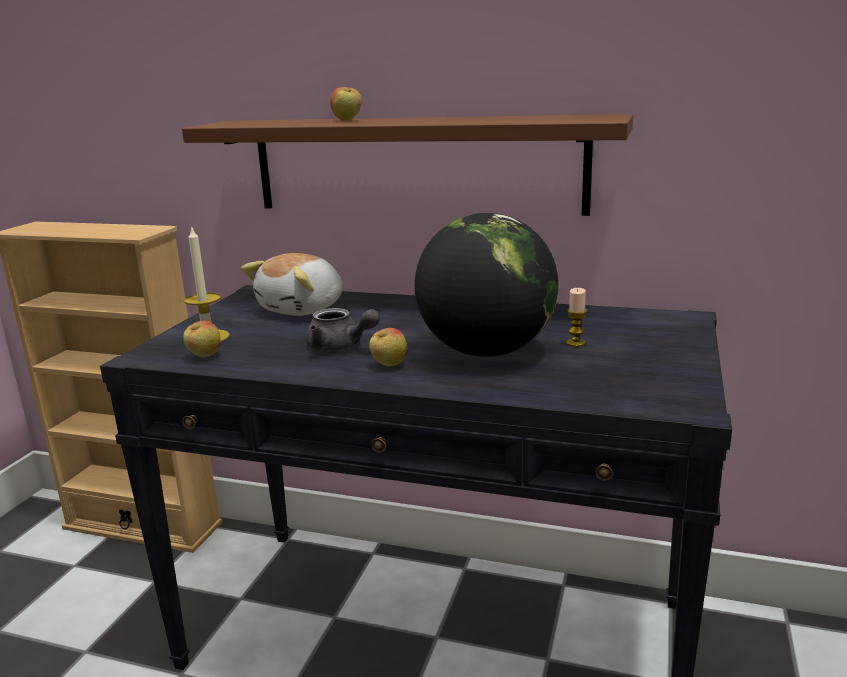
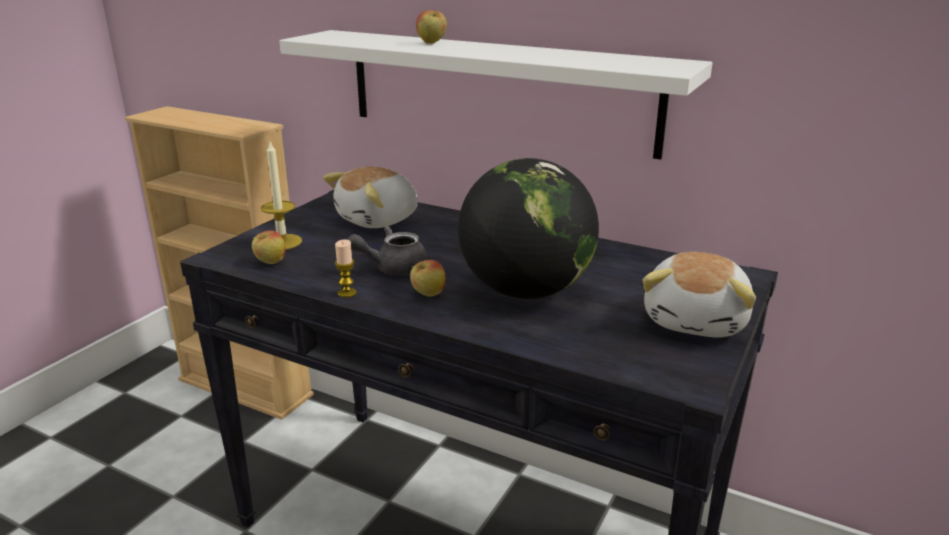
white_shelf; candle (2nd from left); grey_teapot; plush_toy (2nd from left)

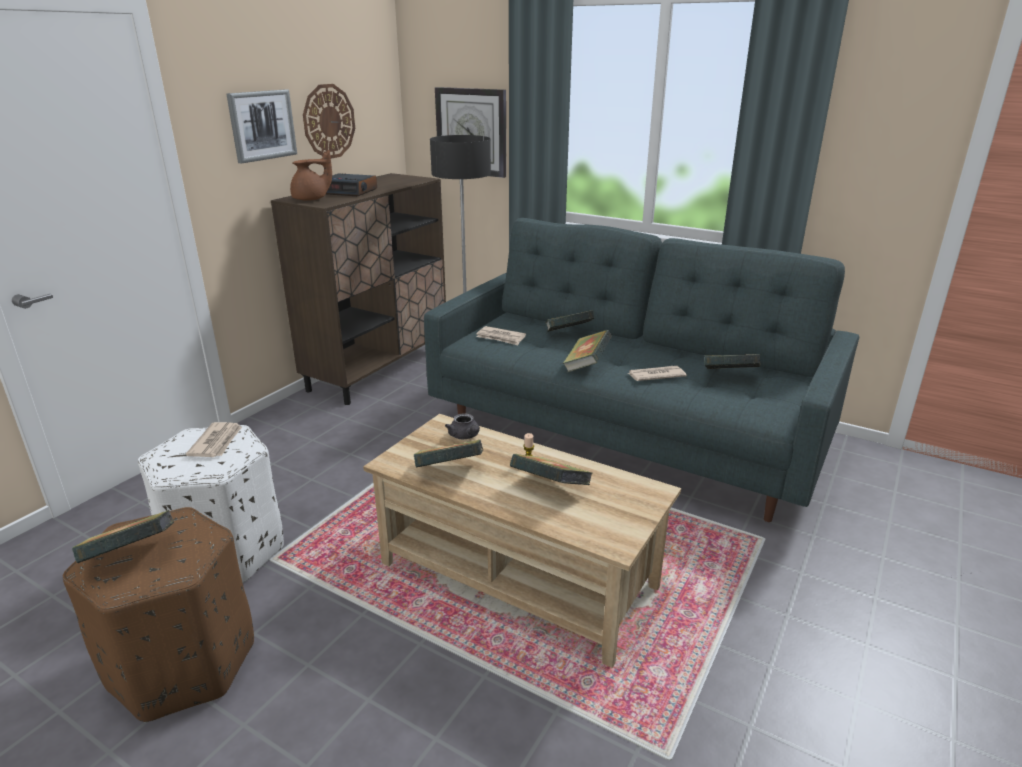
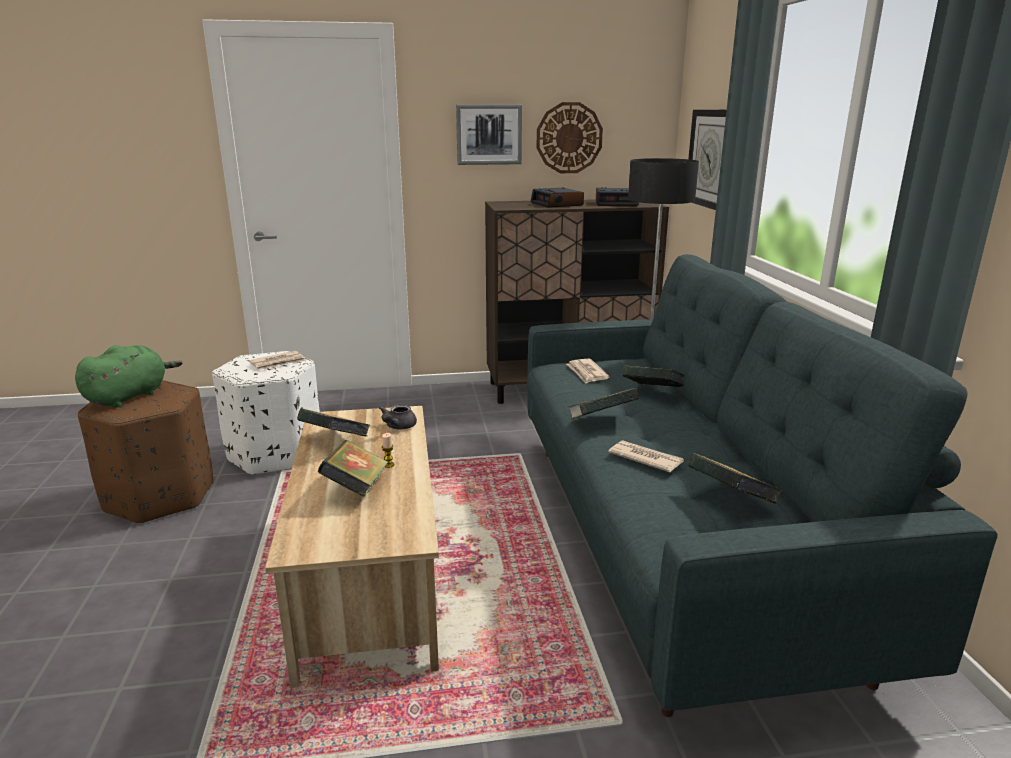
green_plush_toy; alarm_clock (2nd from left); brown_teapot

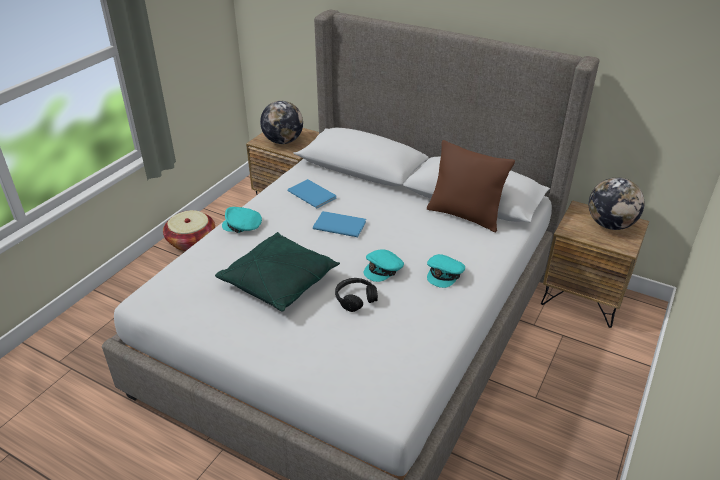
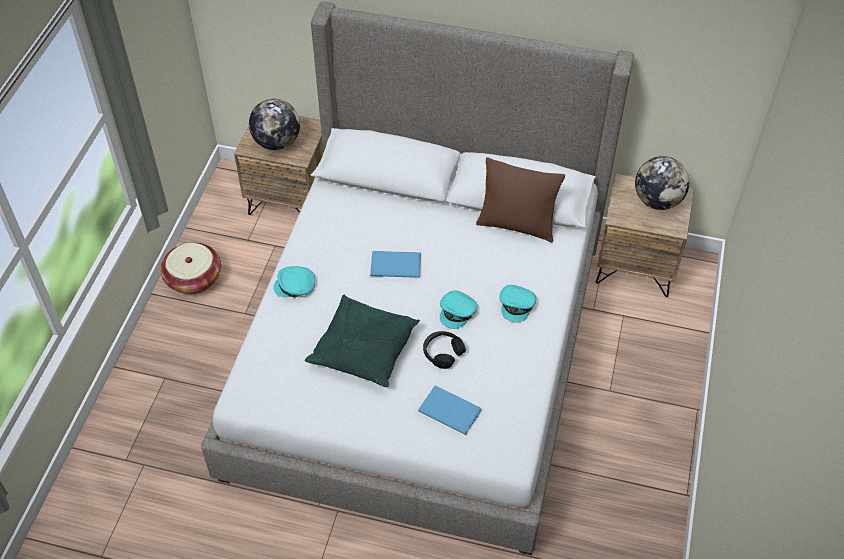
blue_book (2nd from left)

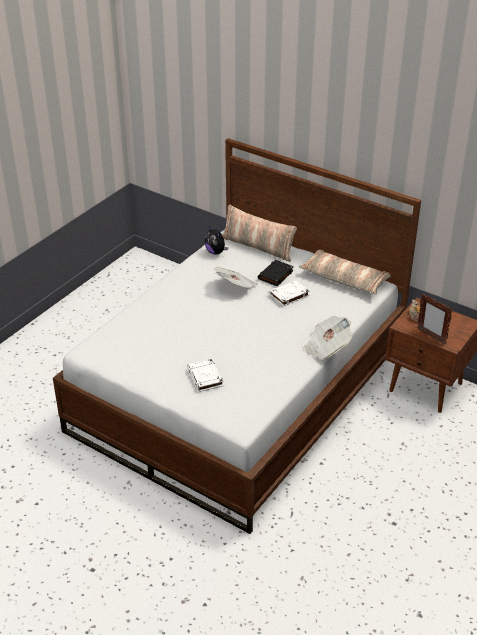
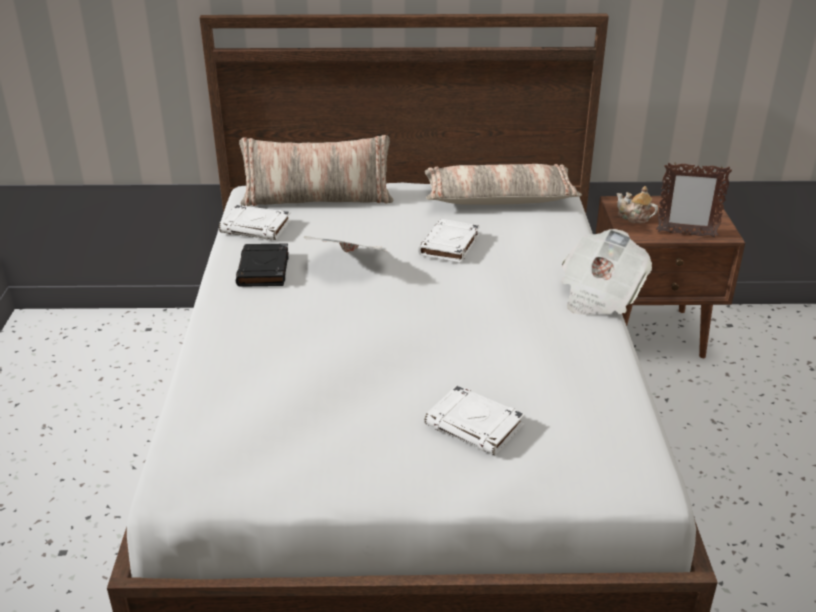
white_book (1st from left); black_book

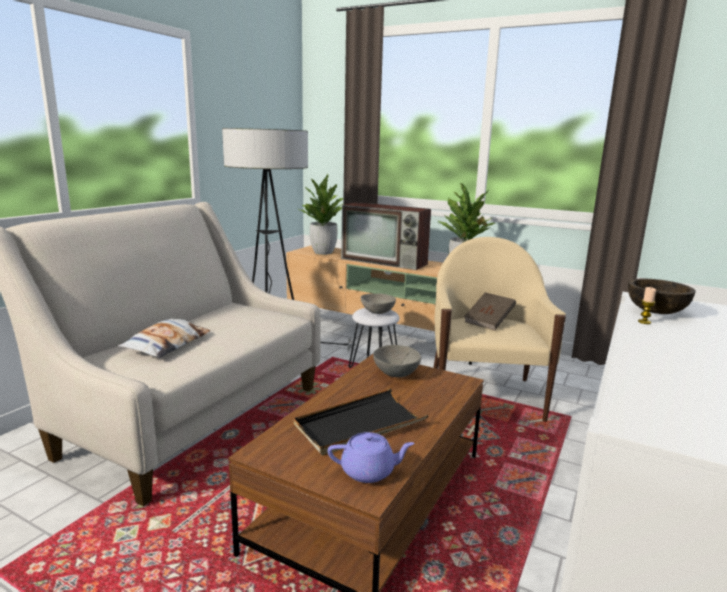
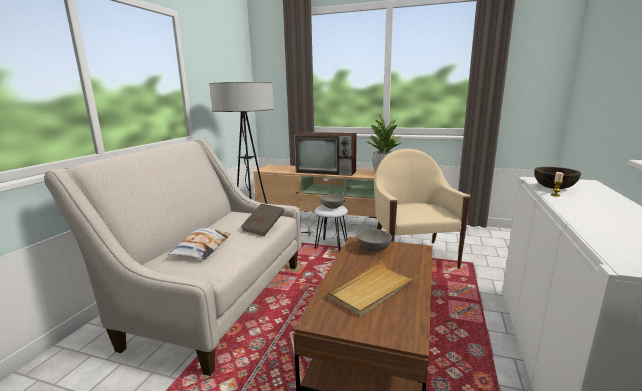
brown_book; beige_tray; potted_plant (1st from left in the first image); purple_teapot

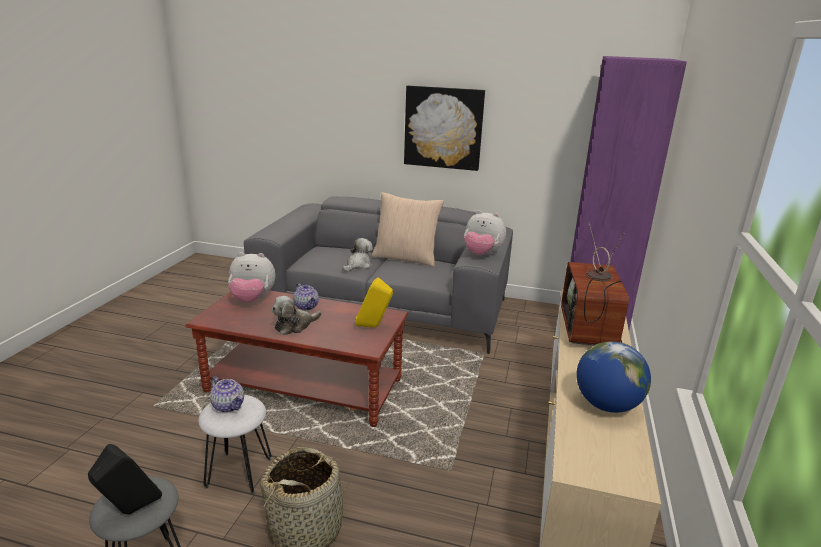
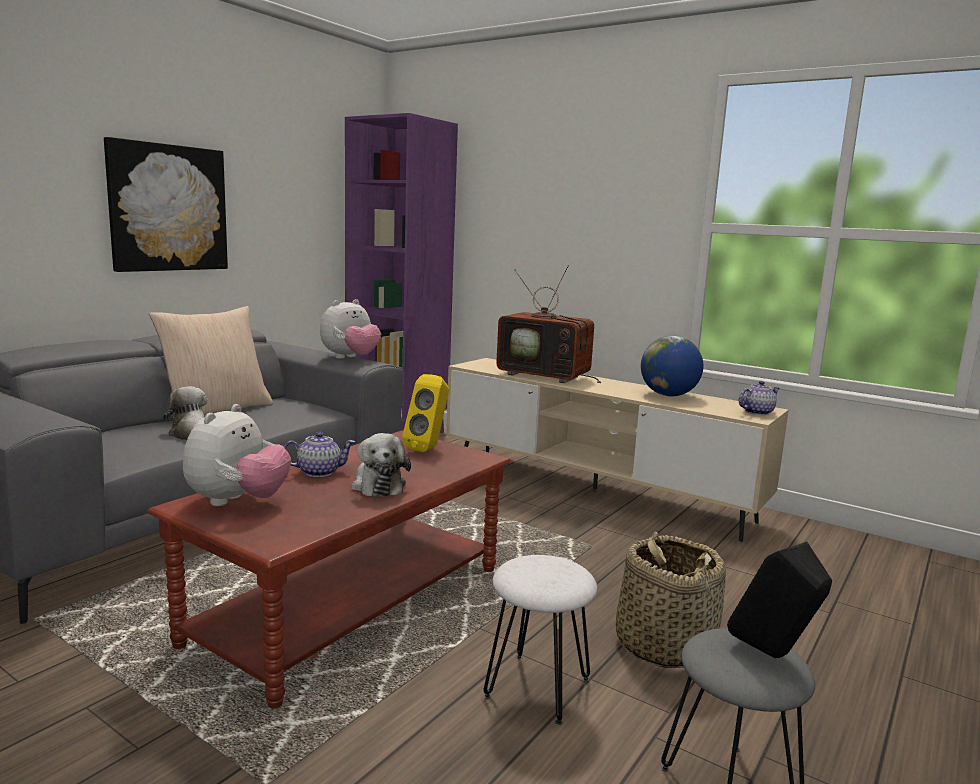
teapot (2nd from left)

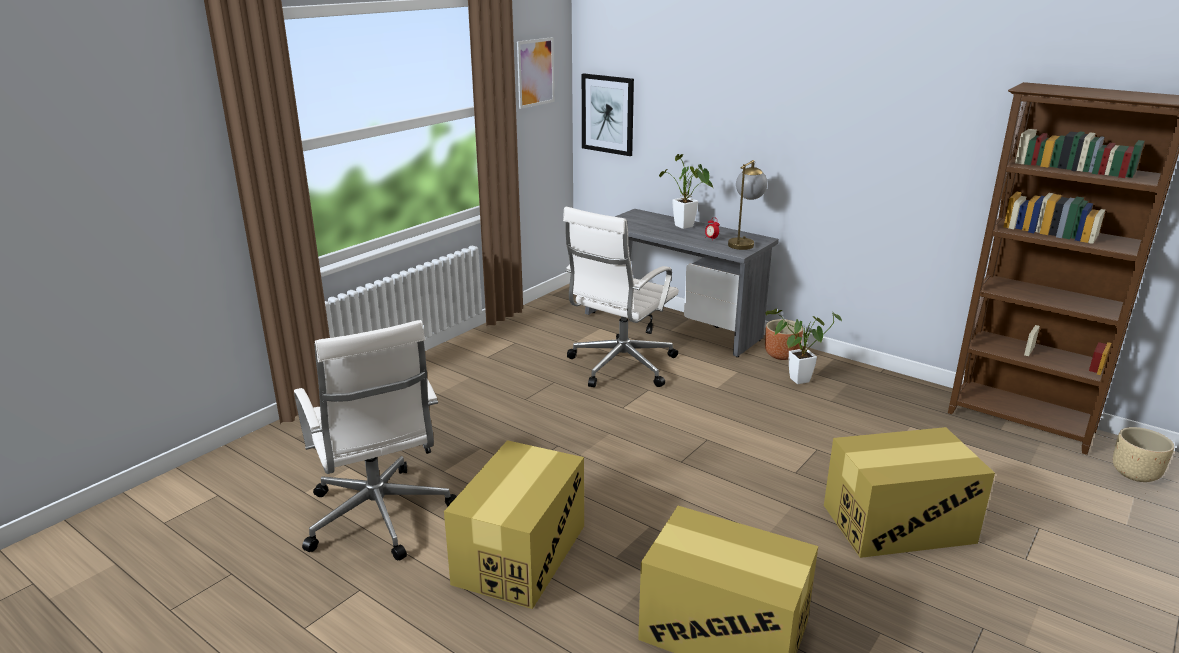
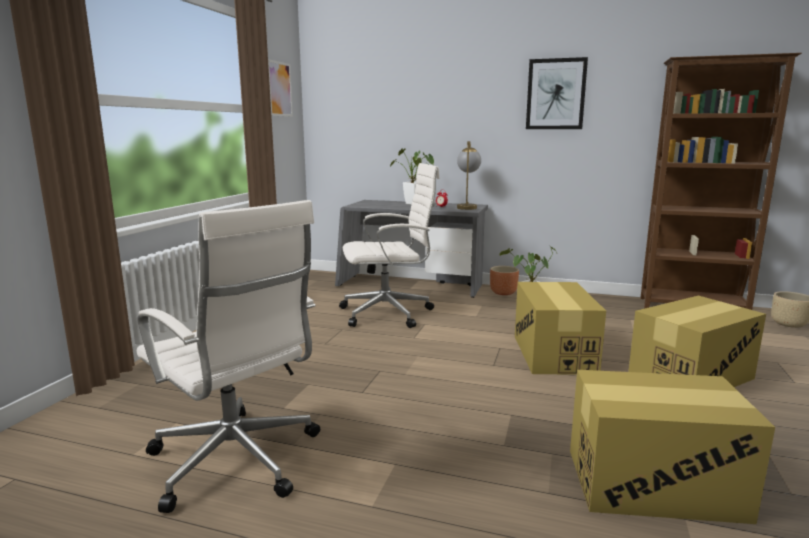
white_office_chair (2nd from left); cardboard_box (1st from left); picture (2nd from left)

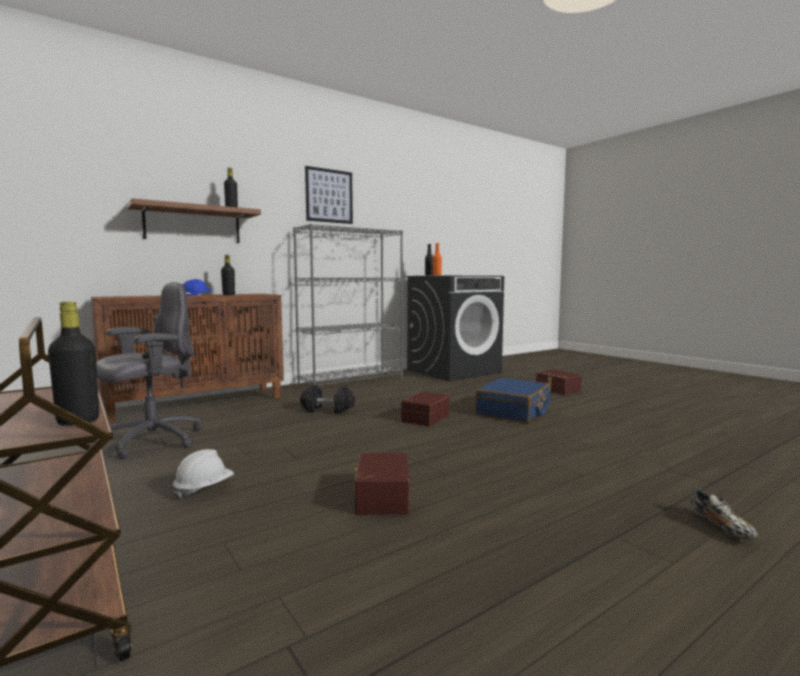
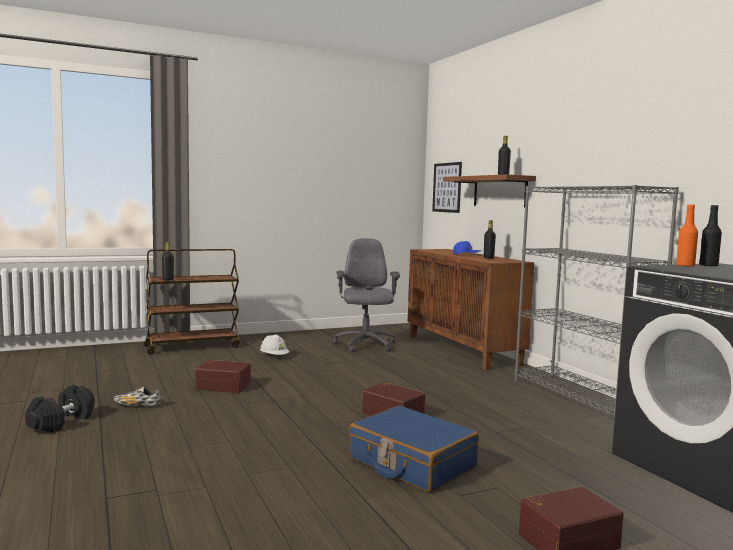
black_dumbbell; shoe; grey_office_chair; picture

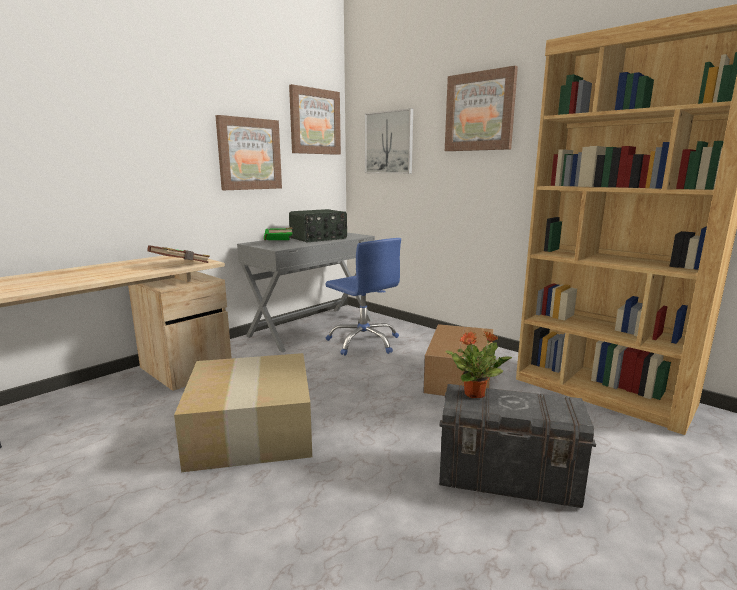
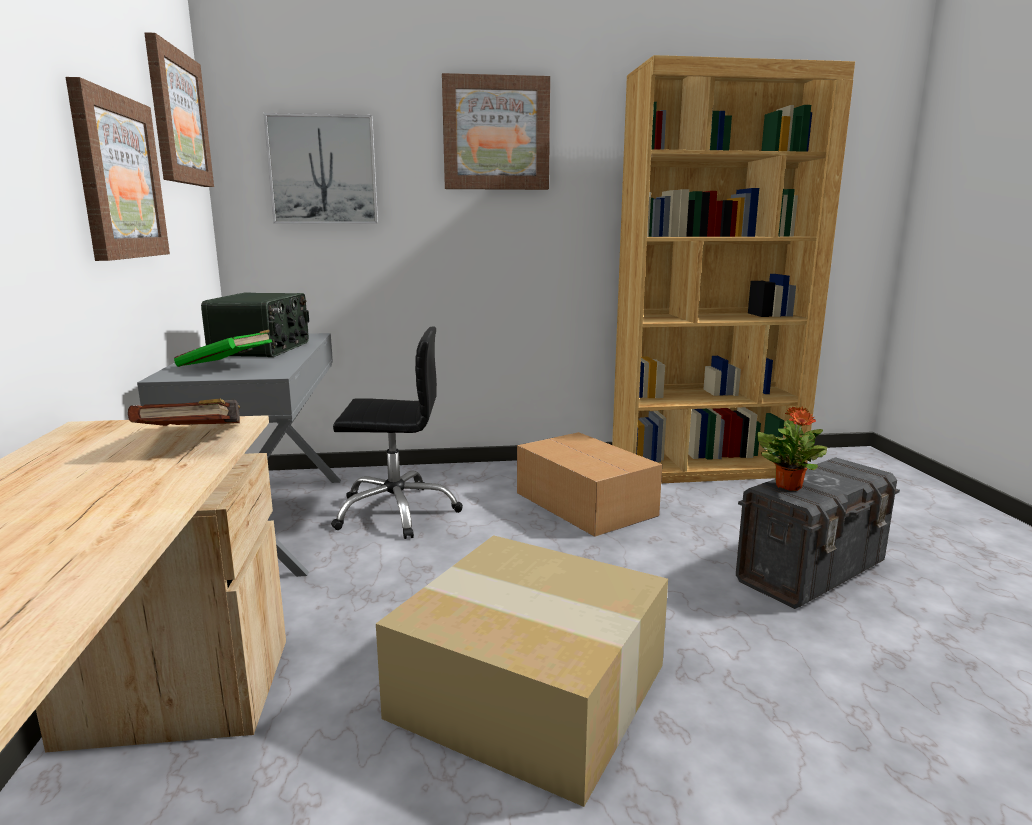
black_office_chair

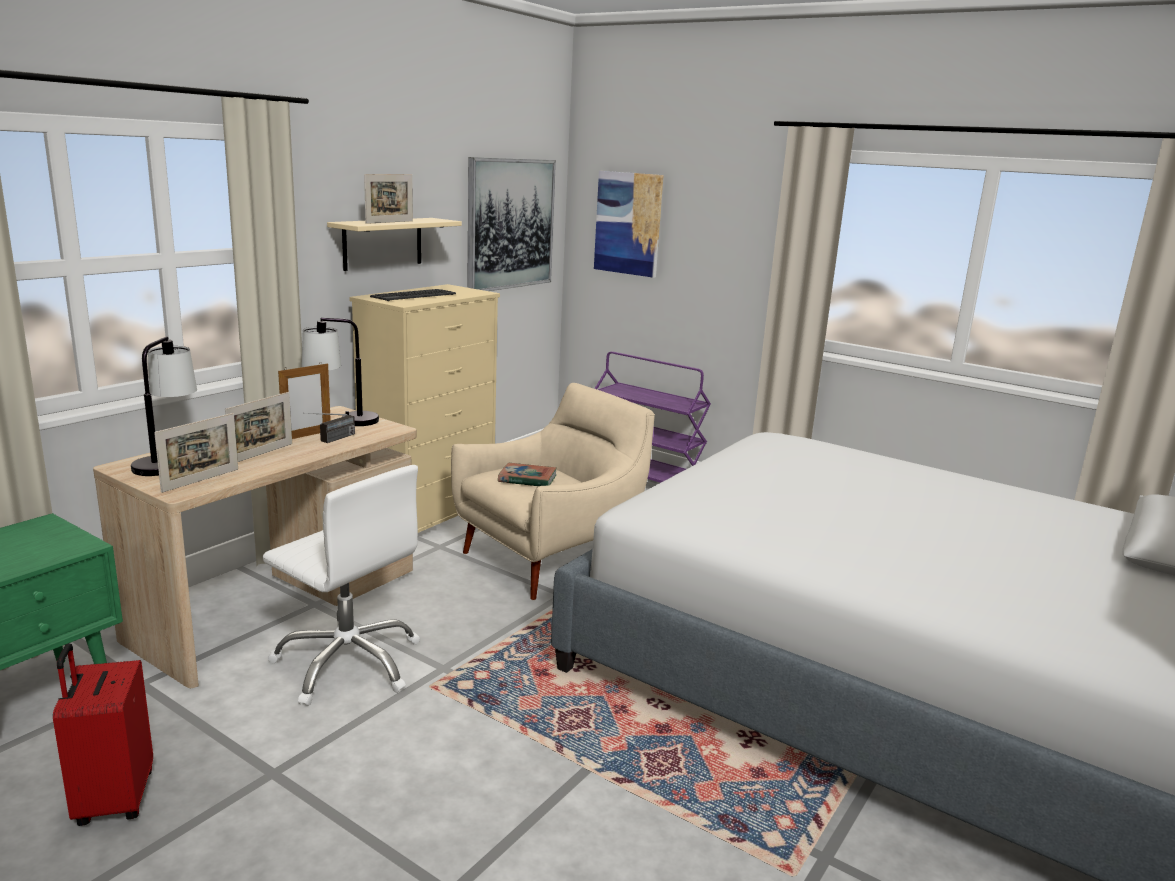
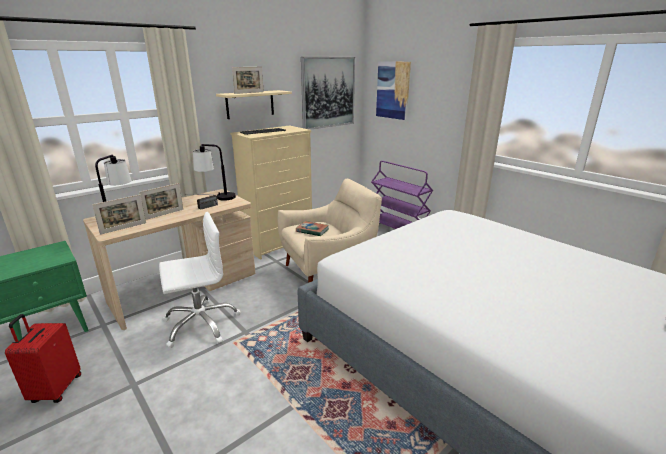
white_office_chair; picture_frame (3rd from left in the first image)

